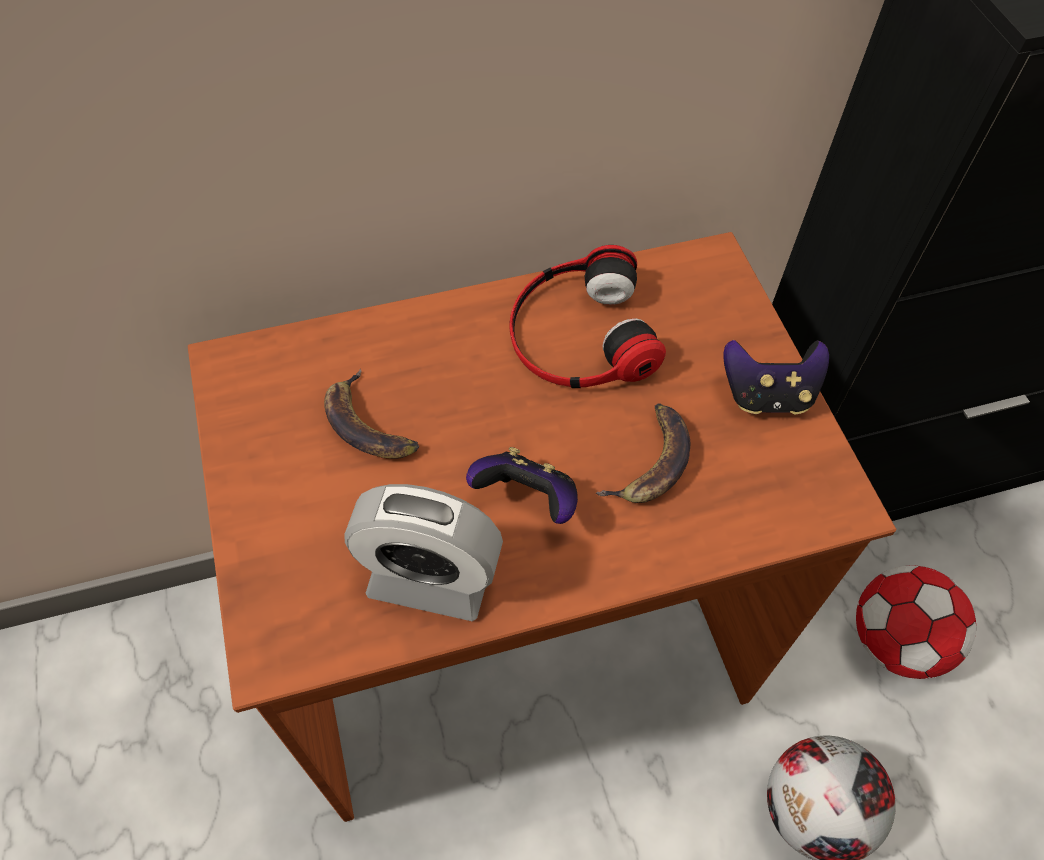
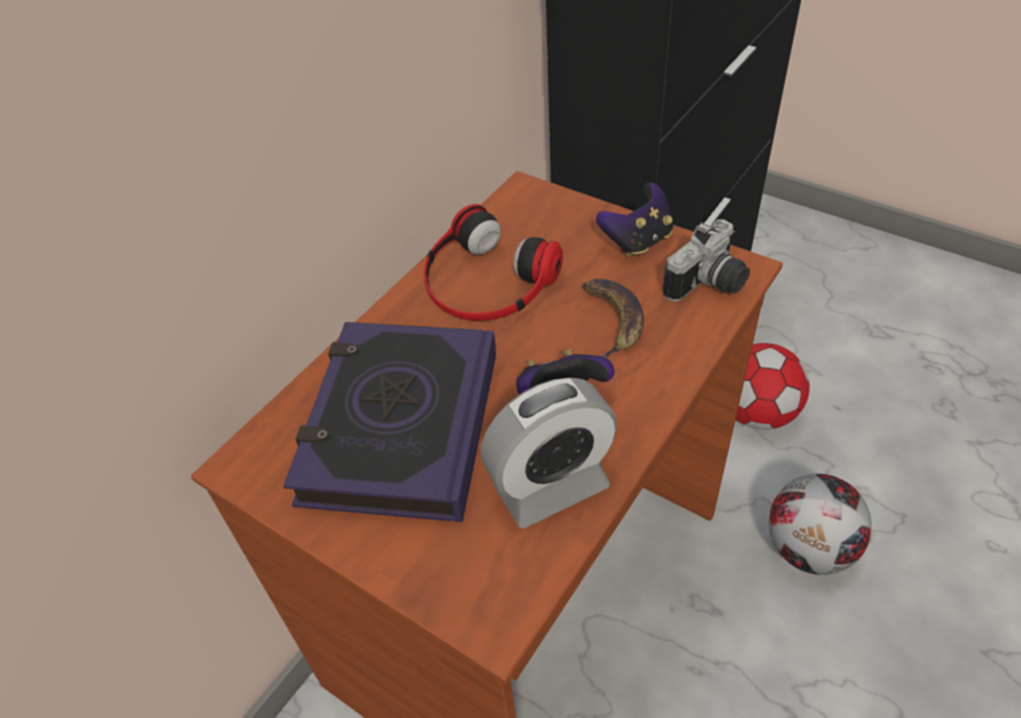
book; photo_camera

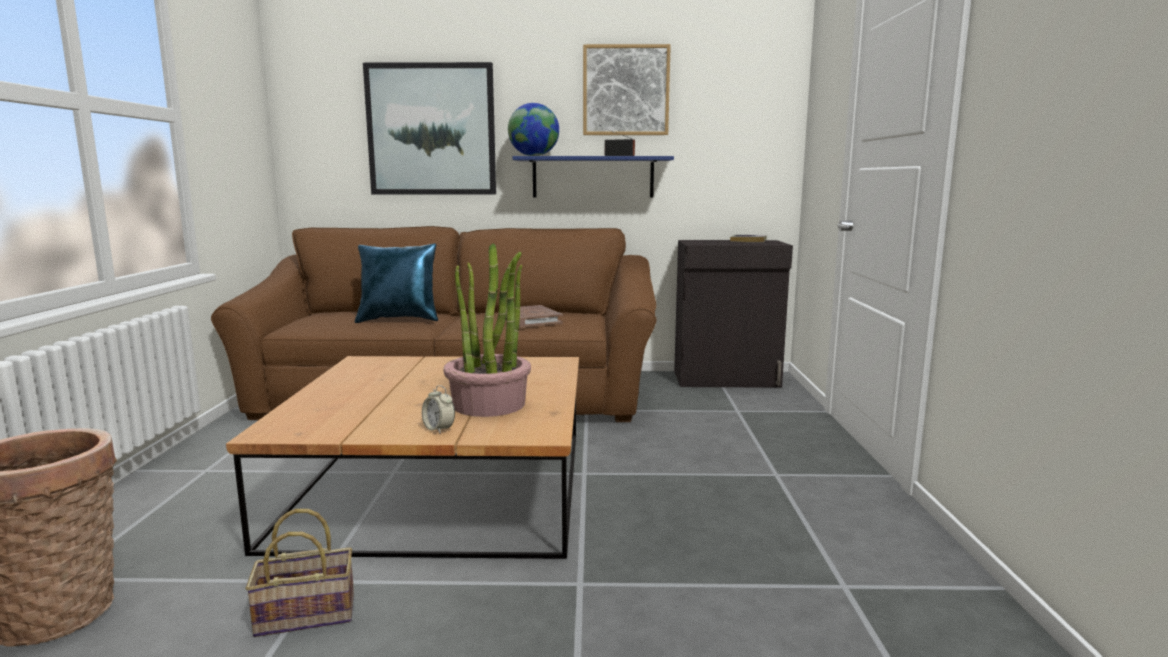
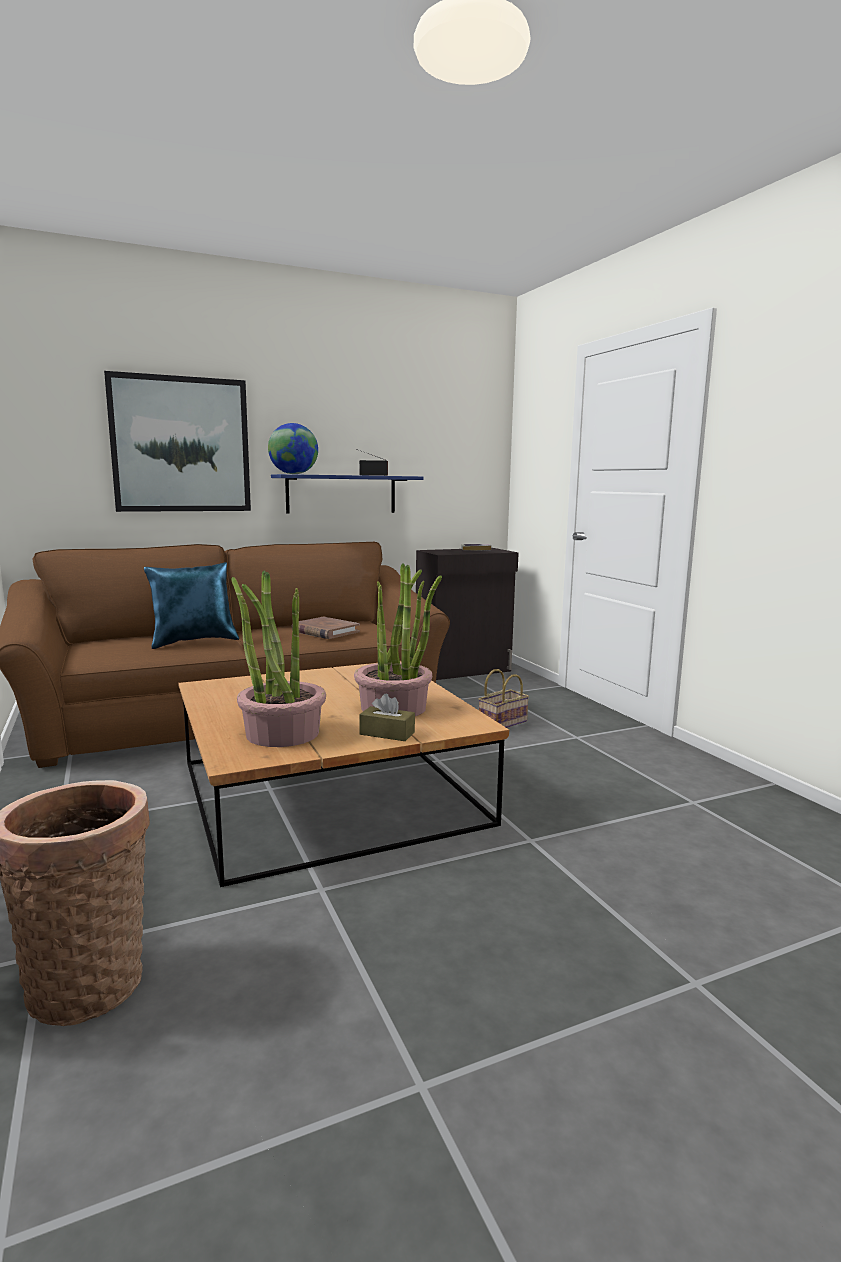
potted_plant (1st from left); brown_tissue_box; basket (2nd from left); picture (2nd from left in the first image)

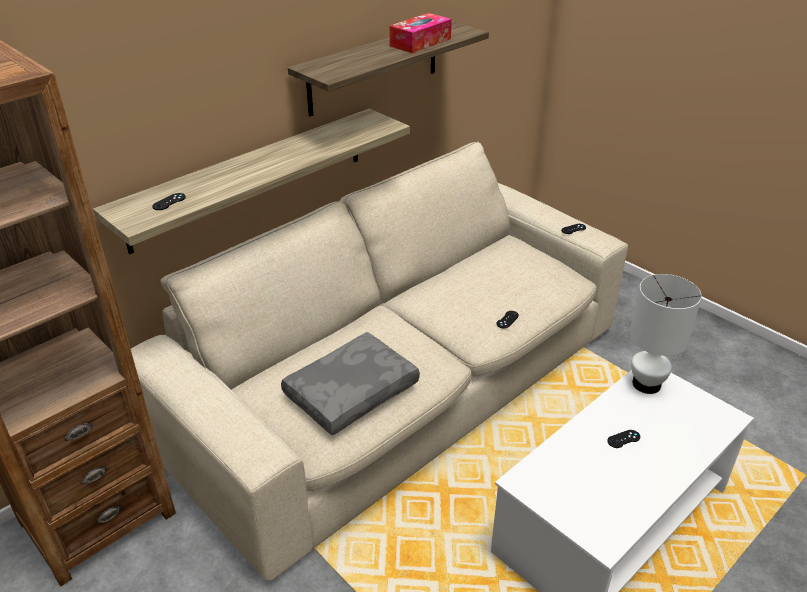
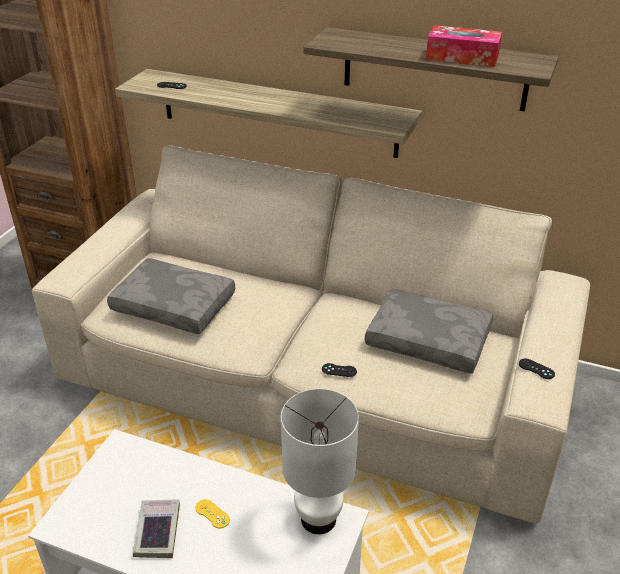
book; yellow_game_controller; grey_pillow (2nd from left)

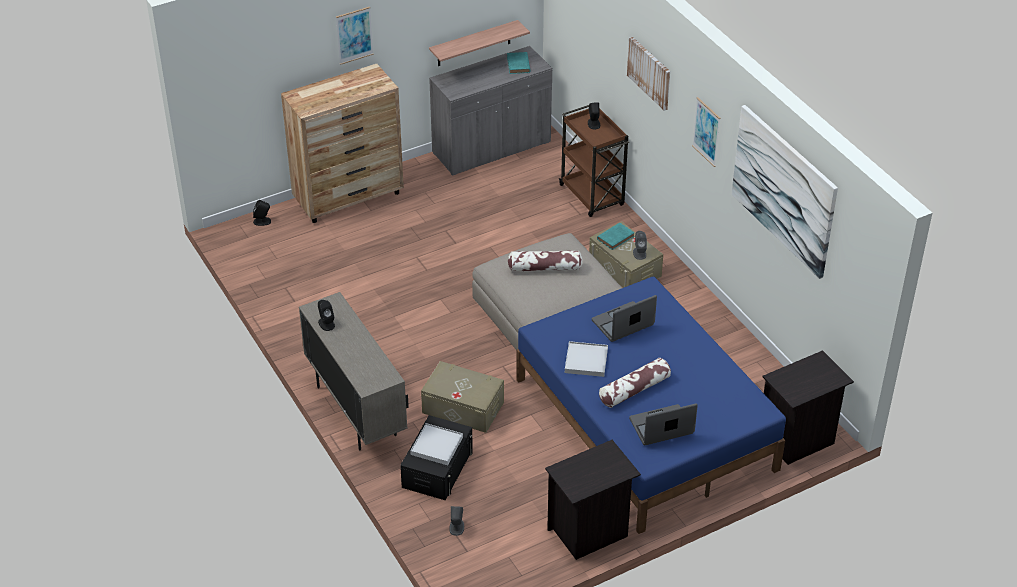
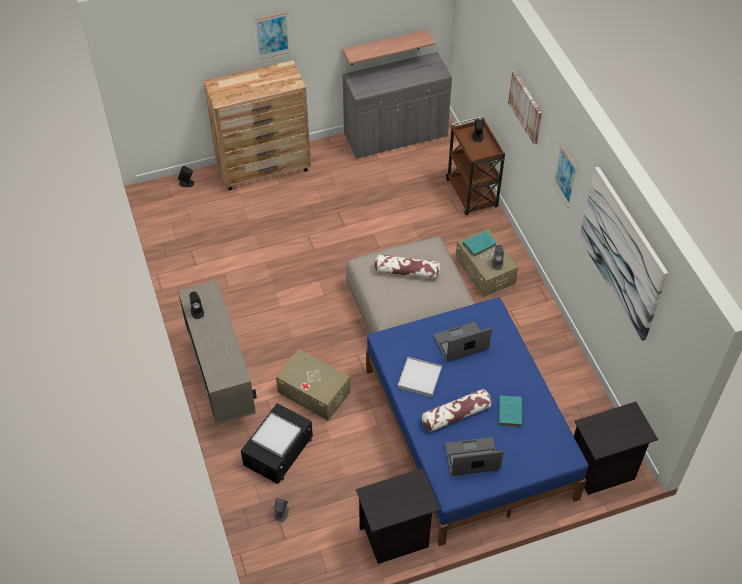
turquoise_book (2nd from left)

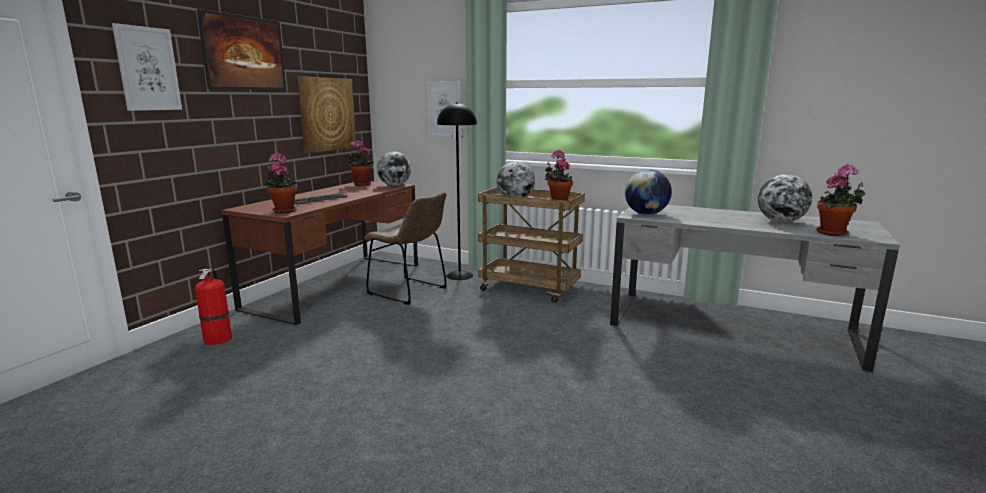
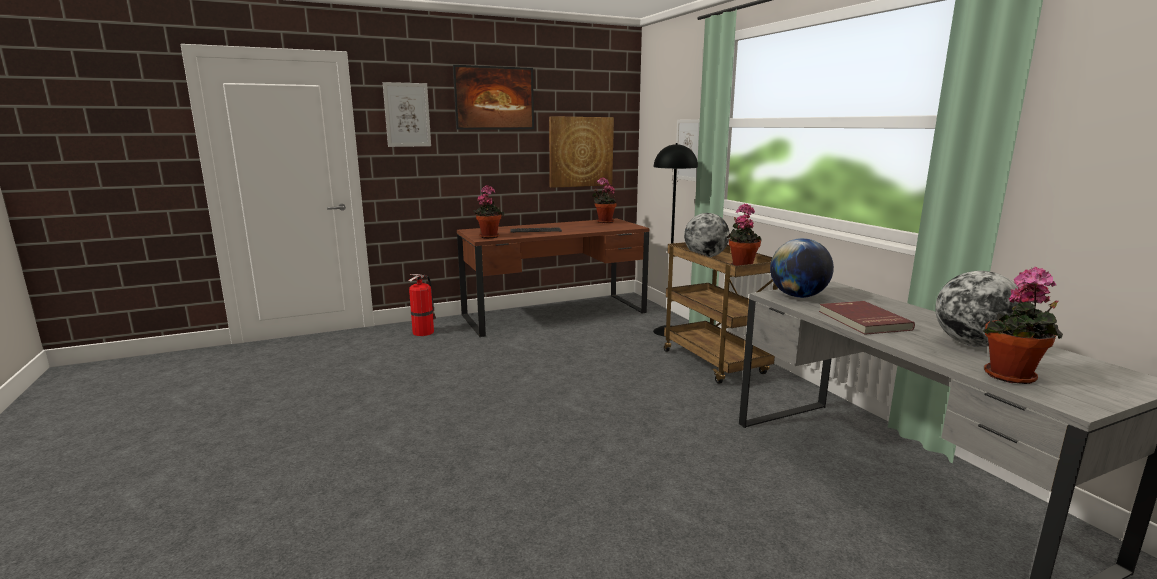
red_book; brown_chair; globe (1st from left in the first image)

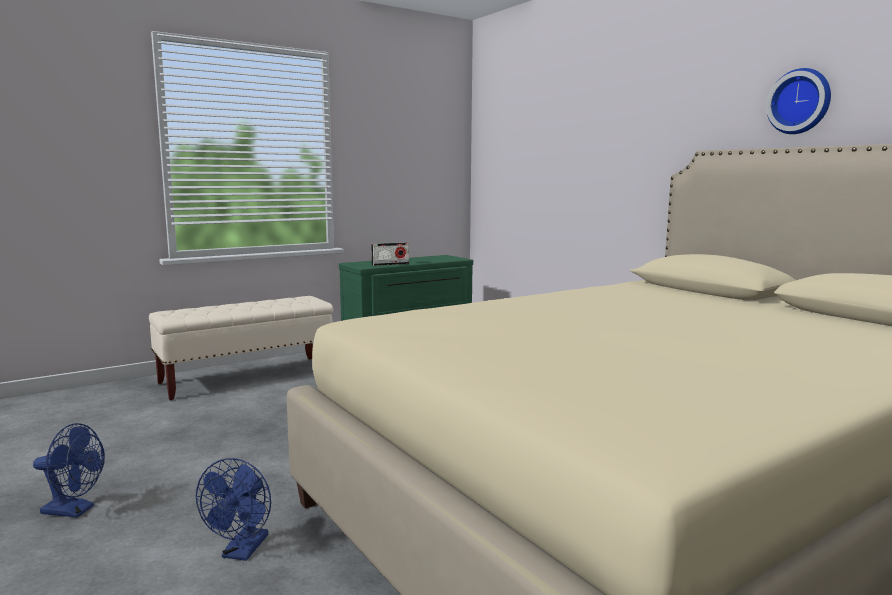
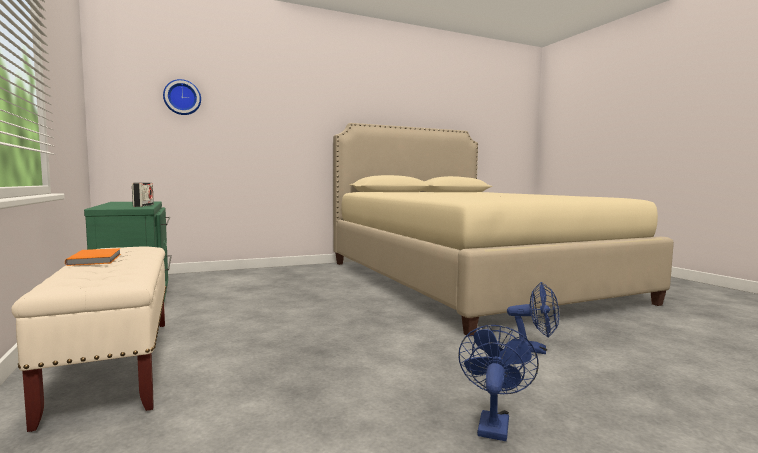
orange_book; wall_clock

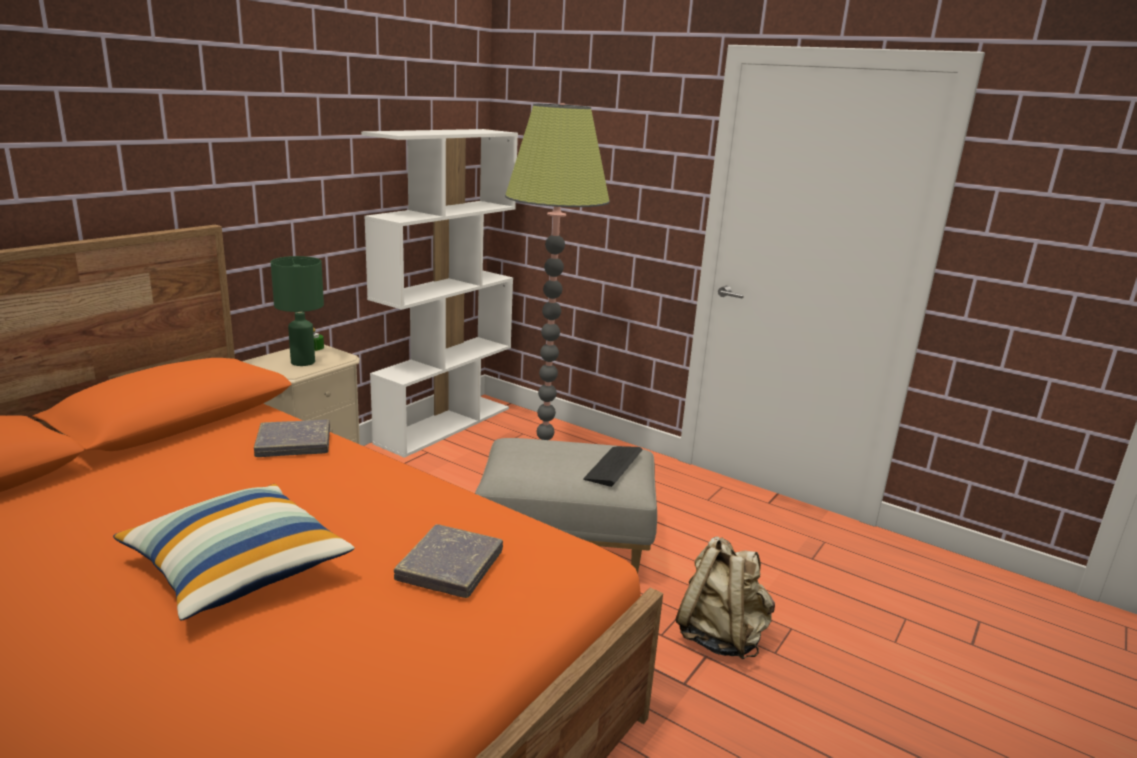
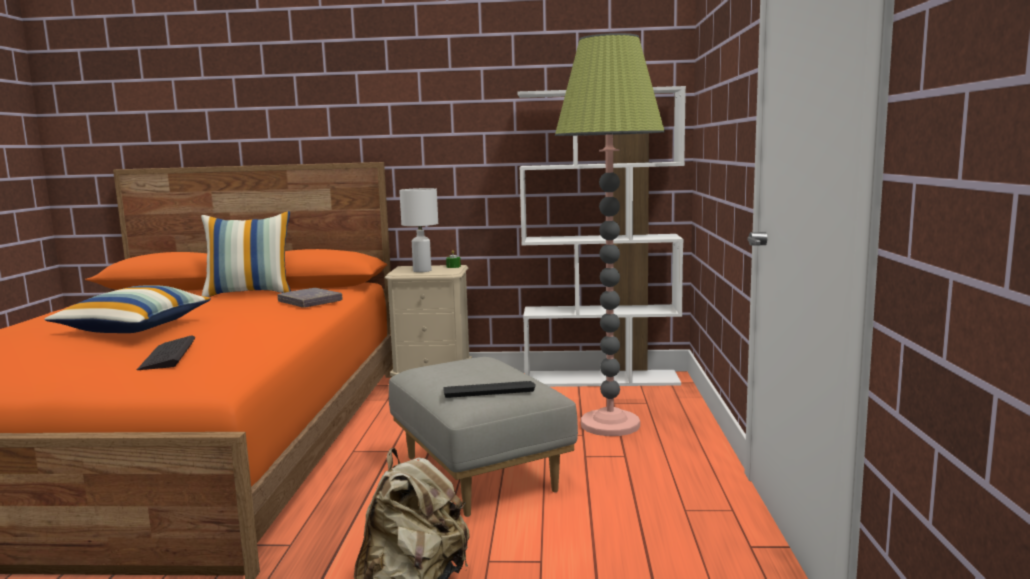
keyboard (1st from left); pillow (2nd from left); white_table_lamp

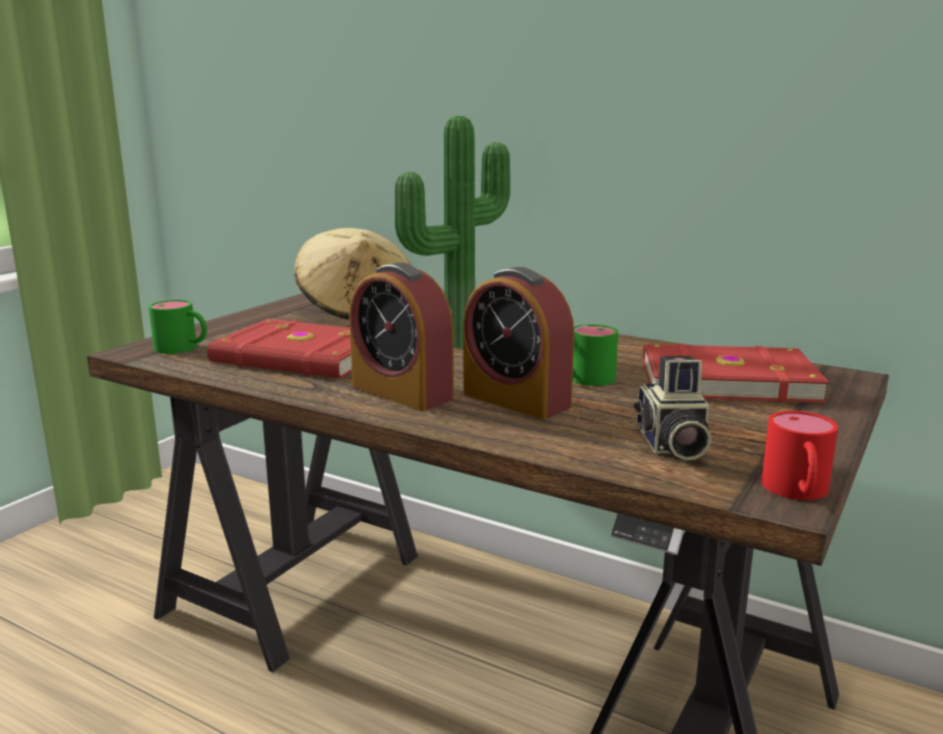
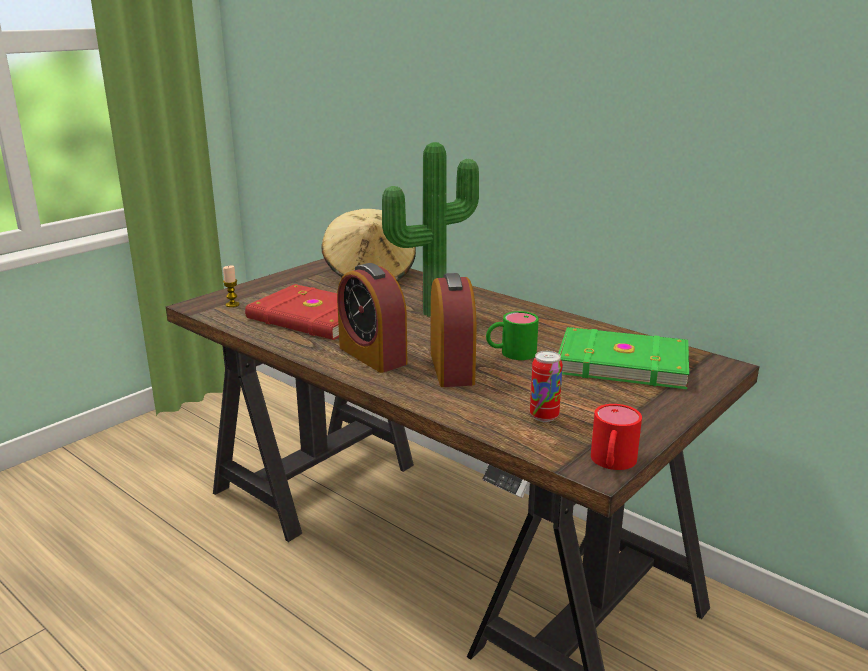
candle; alarm_clock (2nd from left); can; green_book

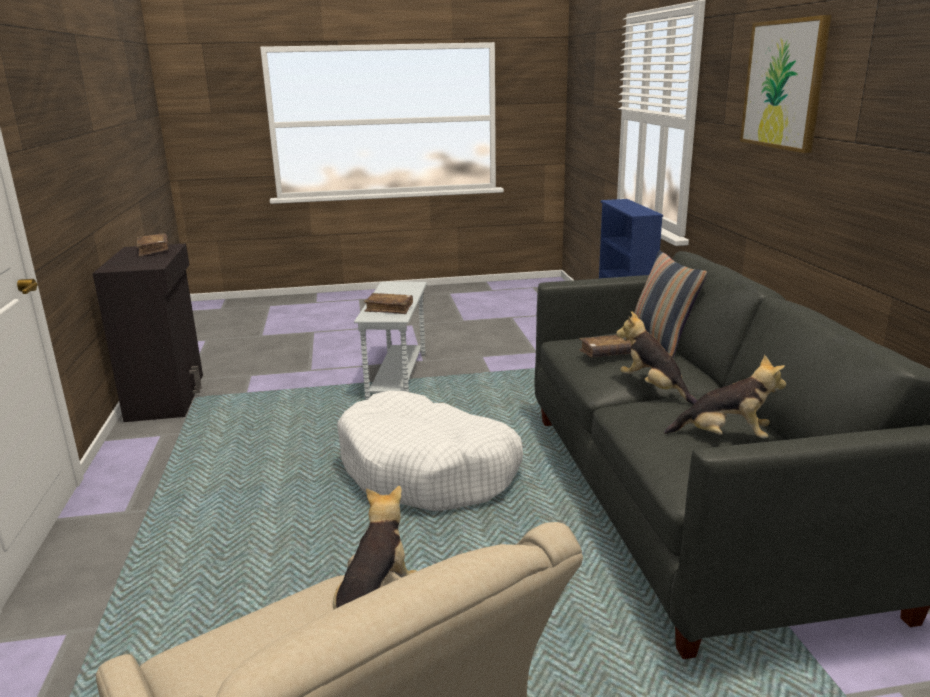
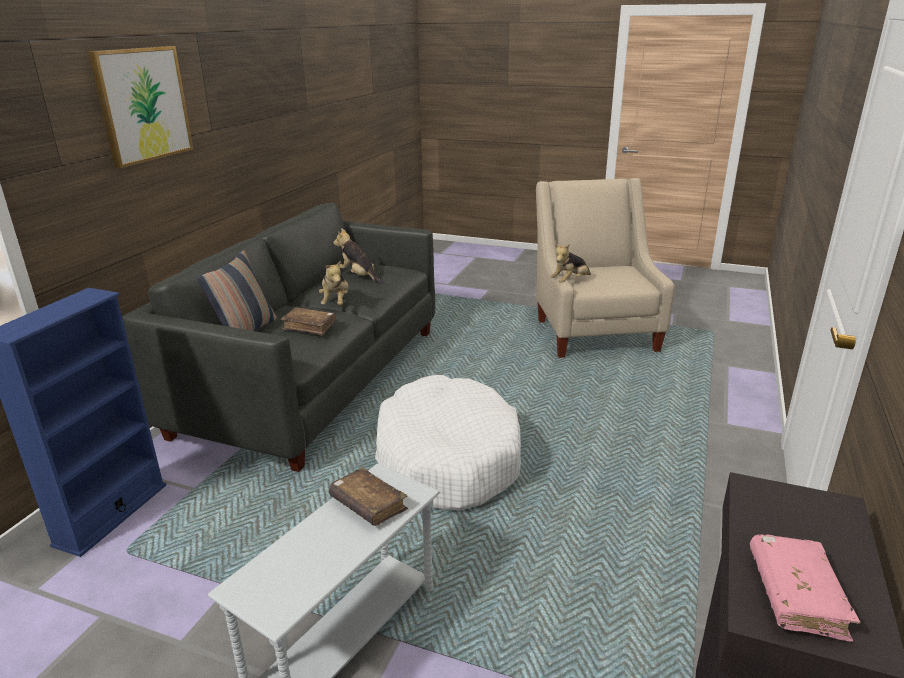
pink_book

